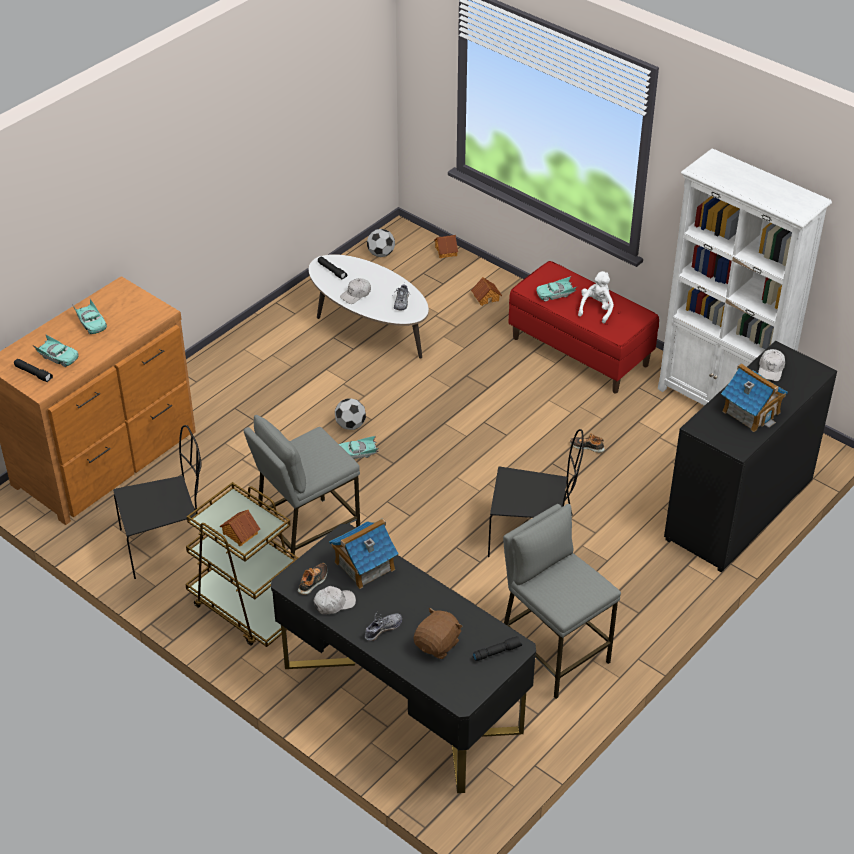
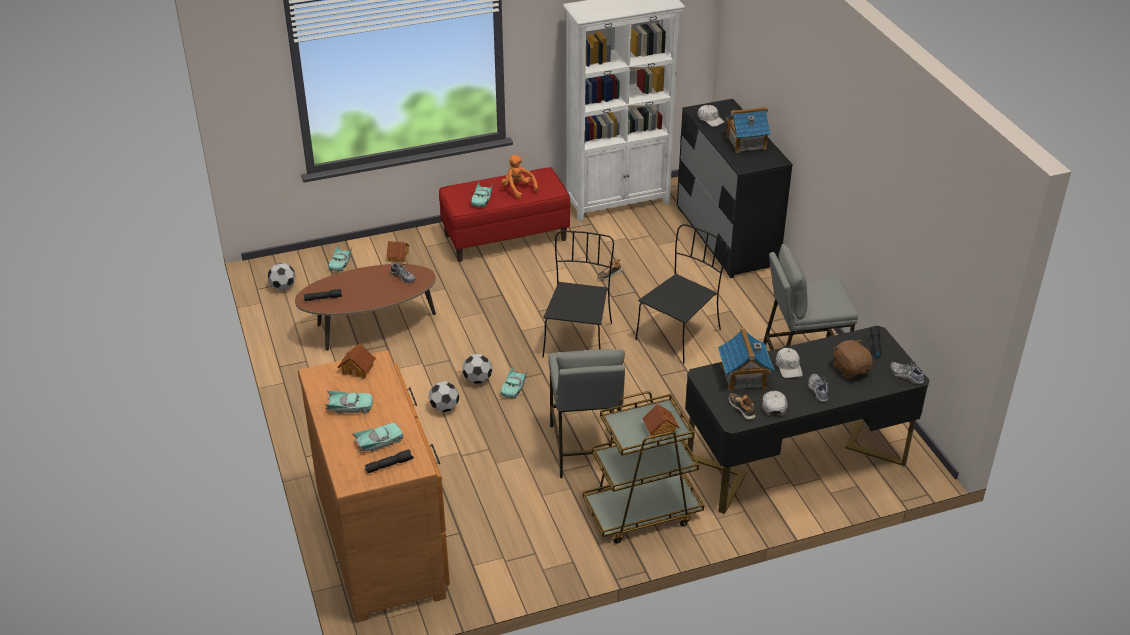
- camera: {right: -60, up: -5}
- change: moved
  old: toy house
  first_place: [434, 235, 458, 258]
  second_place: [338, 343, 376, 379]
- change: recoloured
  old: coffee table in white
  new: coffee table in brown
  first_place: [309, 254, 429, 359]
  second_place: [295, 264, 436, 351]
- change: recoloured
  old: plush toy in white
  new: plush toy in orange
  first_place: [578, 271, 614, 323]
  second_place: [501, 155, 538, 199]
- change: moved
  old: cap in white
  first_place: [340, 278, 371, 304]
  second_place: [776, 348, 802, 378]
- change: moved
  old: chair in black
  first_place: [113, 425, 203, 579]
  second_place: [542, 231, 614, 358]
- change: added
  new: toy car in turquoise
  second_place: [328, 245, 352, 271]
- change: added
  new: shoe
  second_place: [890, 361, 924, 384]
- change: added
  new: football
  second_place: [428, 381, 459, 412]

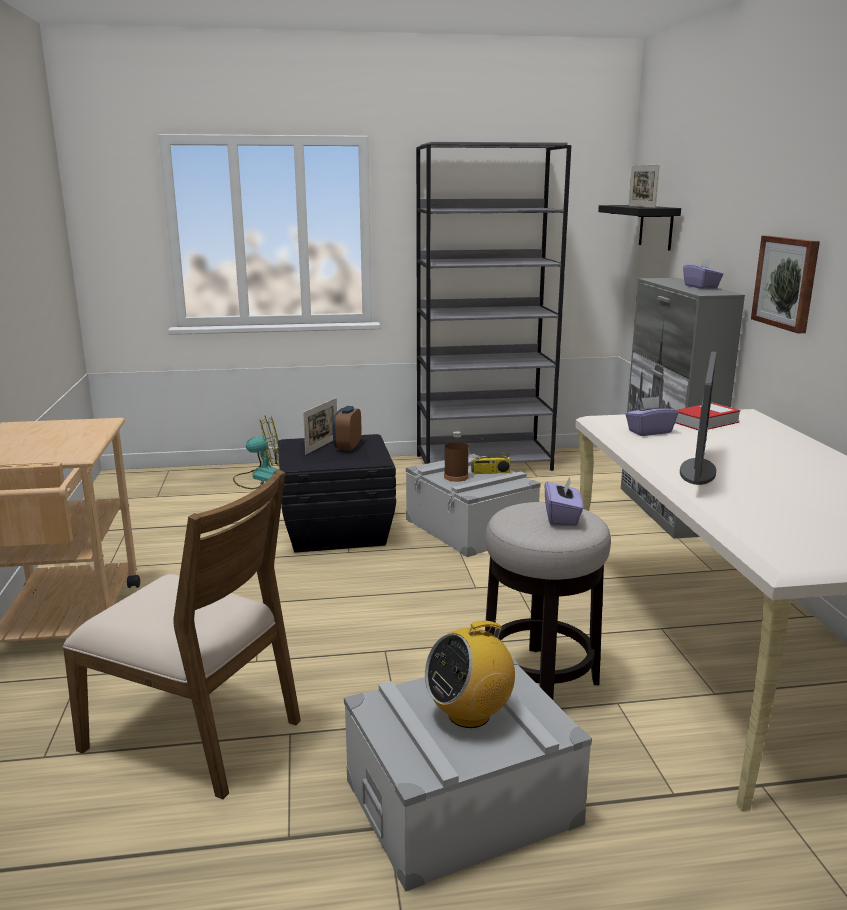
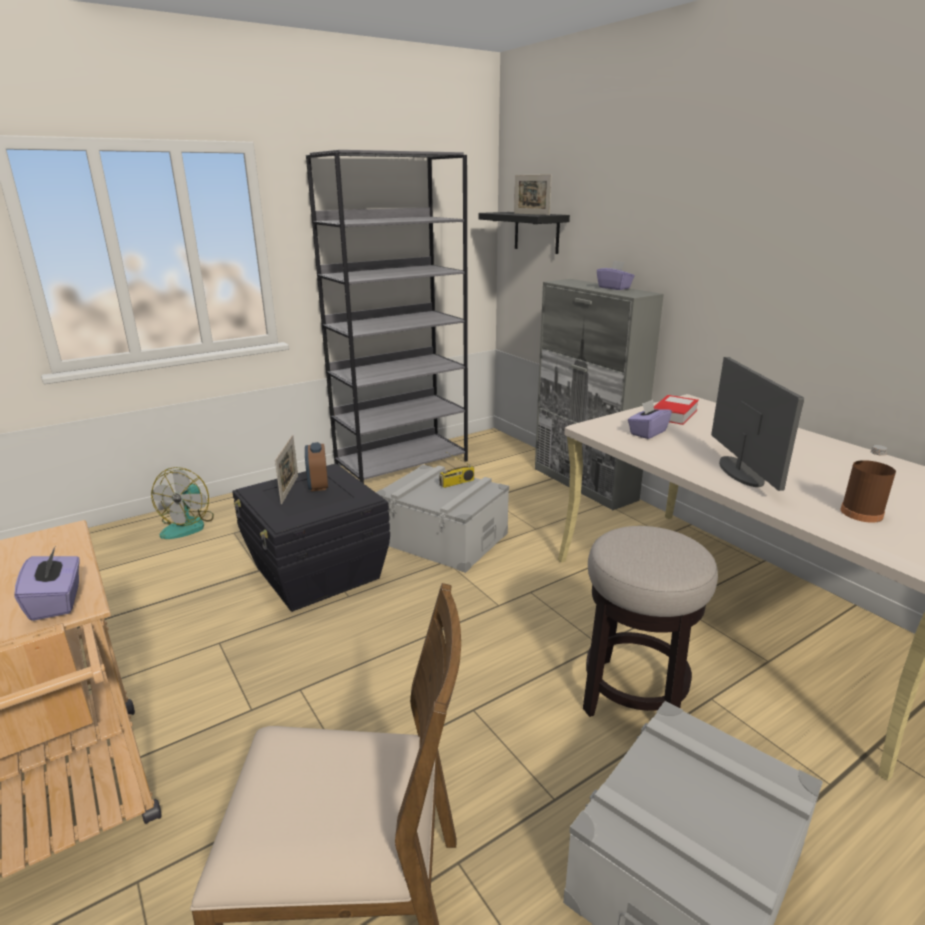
- camera: {right: -25, up: 5}
- change: removed
  old: picture
  first_place: [751, 236, 820, 333]
- change: turned
  old: fan
  first_place: [233, 415, 279, 489]
  second_place: [151, 467, 214, 539]
  degrees: 135
- change: moved
  old: bottle in brown
  first_place: [444, 431, 469, 482]
  second_place: [841, 445, 896, 523]
- change: moved
  old: tissue box in purple
  first_place: [545, 476, 583, 526]
  second_place: [15, 547, 79, 621]
- change: removed
  old: radio
  first_place: [425, 619, 515, 728]

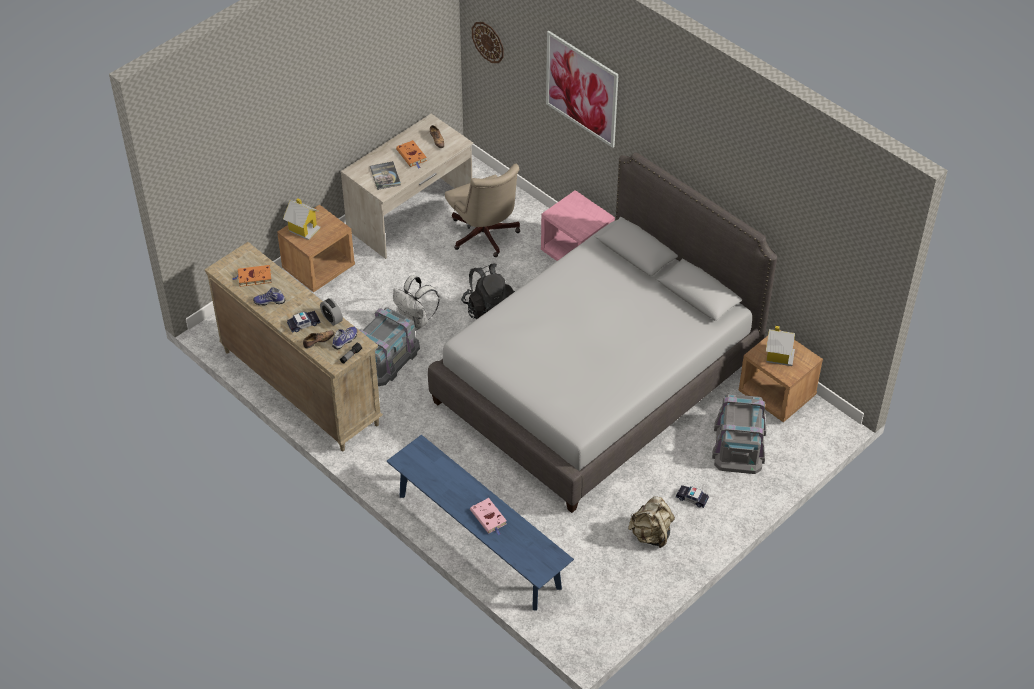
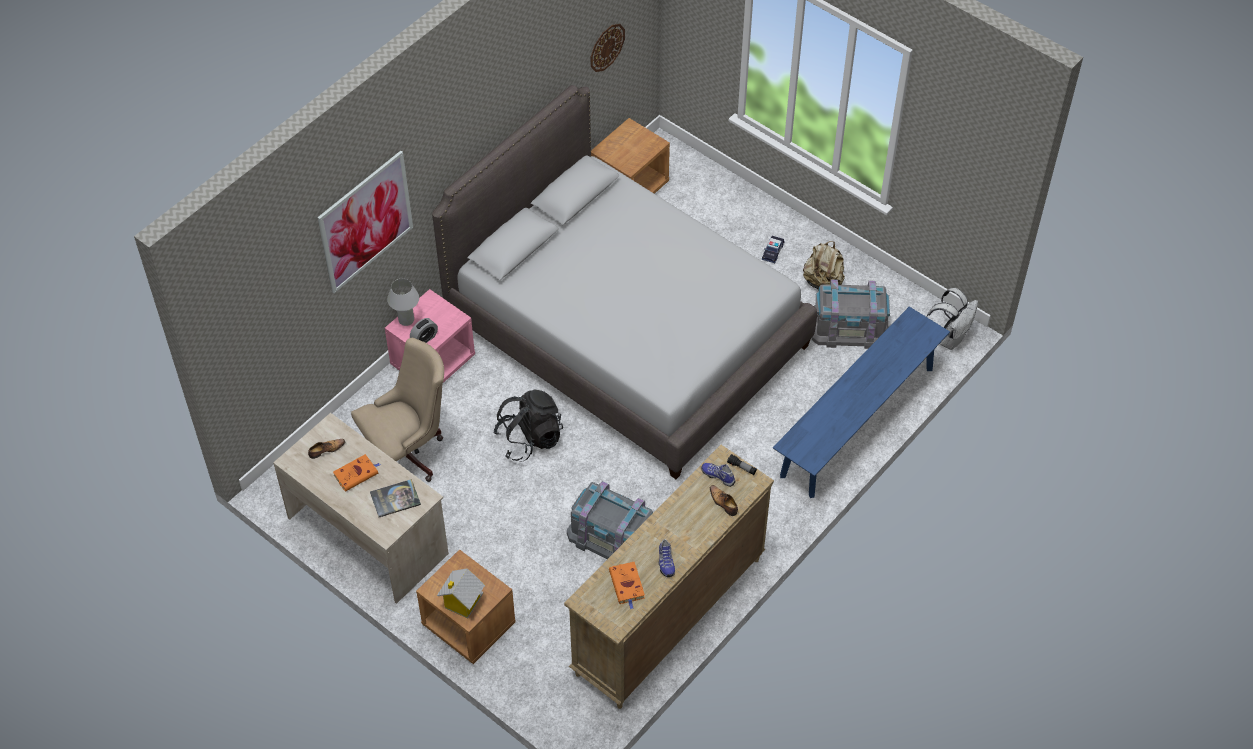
- camera: {right: -95, up: 5}
- change: moved
  old: wall clock
  first_place: [472, 22, 504, 63]
  second_place: [591, 24, 625, 72]
- change: moved
  old: backpack in white
  first_place: [393, 275, 440, 330]
  second_place: [927, 288, 978, 350]
- change: moved
  old: alarm clock
  first_place: [320, 298, 343, 326]
  second_place: [410, 318, 438, 343]
- change: removed
  old: toy car
  first_place: [287, 311, 321, 333]
- change: removed
  old: toy house
  first_place: [766, 326, 795, 366]
- change: moved
  old: storage box in grey
  first_place: [712, 394, 766, 474]
  second_place: [811, 280, 890, 349]
- change: removed
  old: book in pink
  first_place: [470, 498, 507, 535]
- change: added
  new: table lamp in white
  second_place: [387, 279, 419, 326]

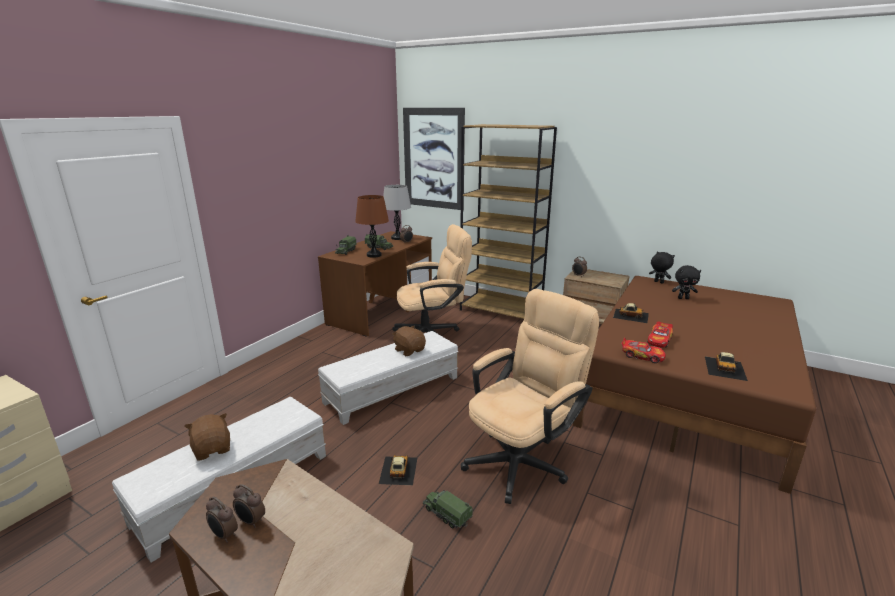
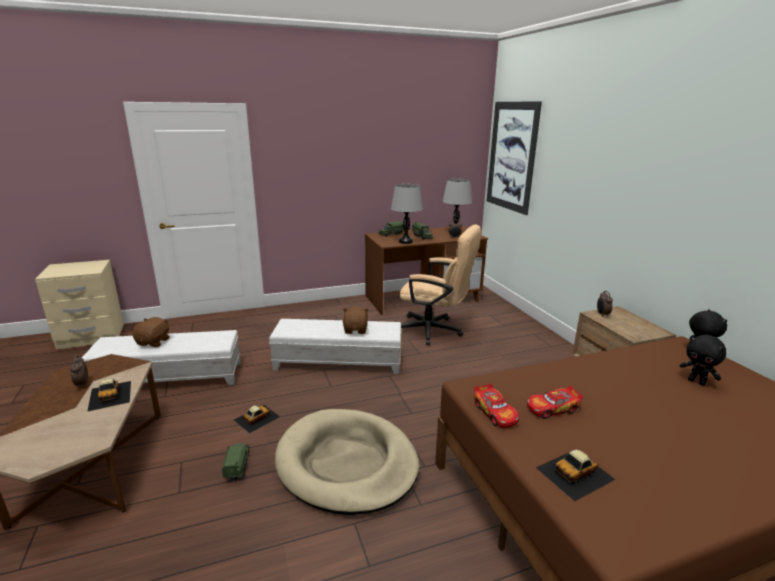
- camera: {right: 40, up: 0}
- change: removed
  old: bookcase in brown
  first_place: [460, 124, 557, 319]
- change: recoloured
  old: table lamp in brown
  new: table lamp in grey
  first_place: [355, 195, 389, 258]
  second_place: [391, 184, 423, 244]
- change: replaced
  old: office chair in beige
  new: dog bed in beige
  first_place: [461, 289, 599, 504]
  second_place: [275, 409, 419, 515]
- change: moved
  old: toy car
  first_place: [613, 303, 649, 323]
  second_place: [87, 378, 131, 412]
- change: removed
  old: alarm clock
  first_place: [206, 497, 238, 543]

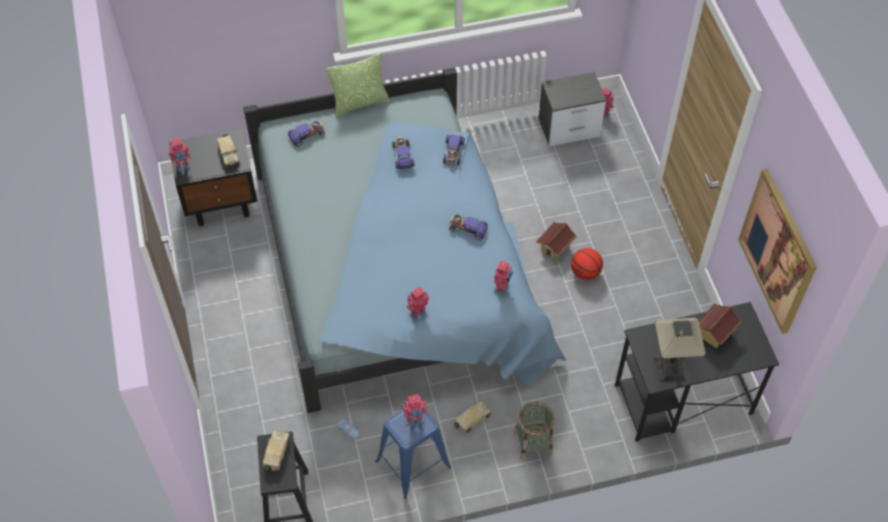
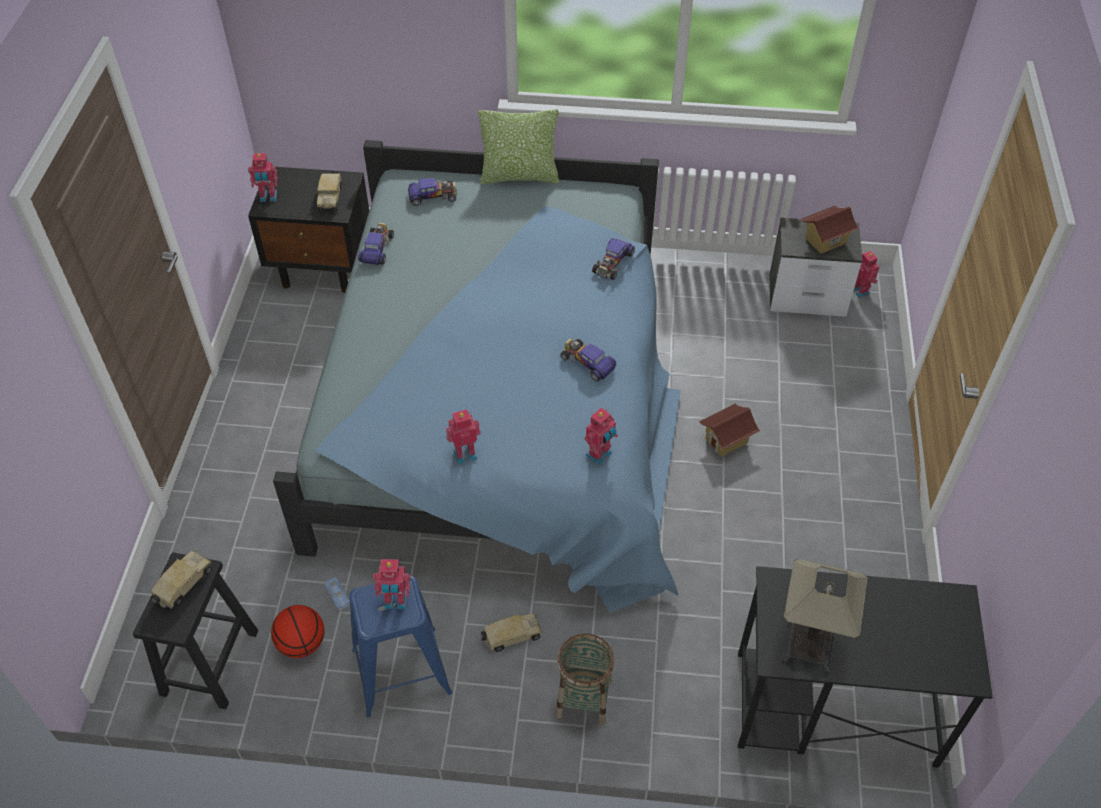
- camera: {right: 20, up: -5}
- change: moved
  old: toy car
  first_place: [392, 137, 415, 169]
  second_place: [358, 223, 394, 265]
- change: removed
  old: picture
  first_place: [738, 169, 817, 334]
- change: moved
  old: basketball
  first_place: [571, 248, 603, 280]
  second_place: [271, 605, 324, 658]
- change: moved
  old: toy house
  first_place: [699, 303, 742, 348]
  second_place: [801, 205, 860, 254]

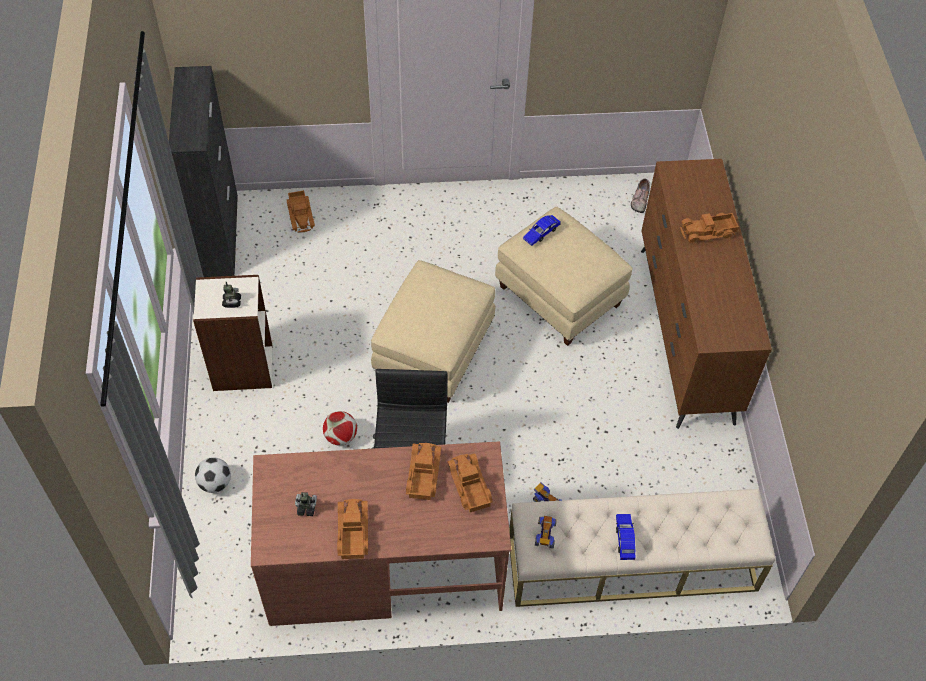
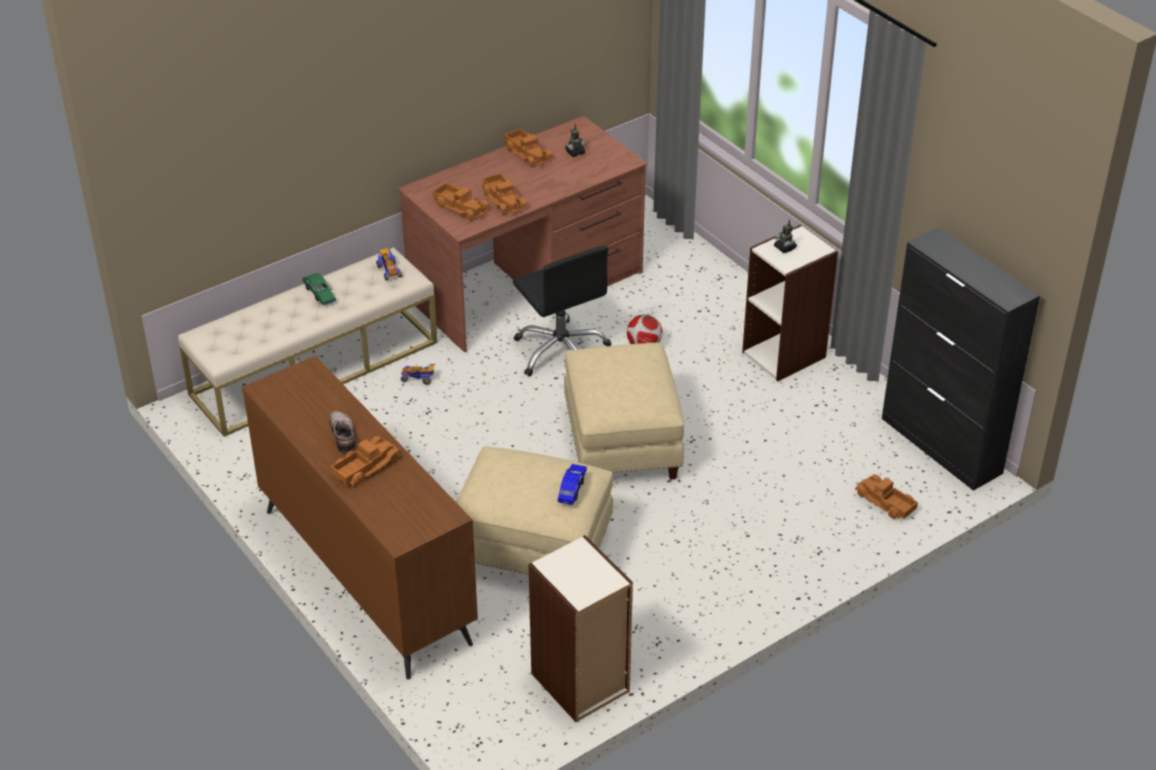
- camera: {right: 150, up: -15}
- change: moved
  old: shoe
  first_place: [631, 178, 650, 213]
  second_place: [329, 411, 355, 452]
- change: removed
  old: football
  first_place: [195, 457, 231, 493]
- change: recoloured
  old: toy car in blue
  new: toy car in green
  first_place: [616, 514, 635, 560]
  second_place: [302, 273, 336, 305]
- change: added
  new: bookcase
  second_place: [529, 535, 633, 722]

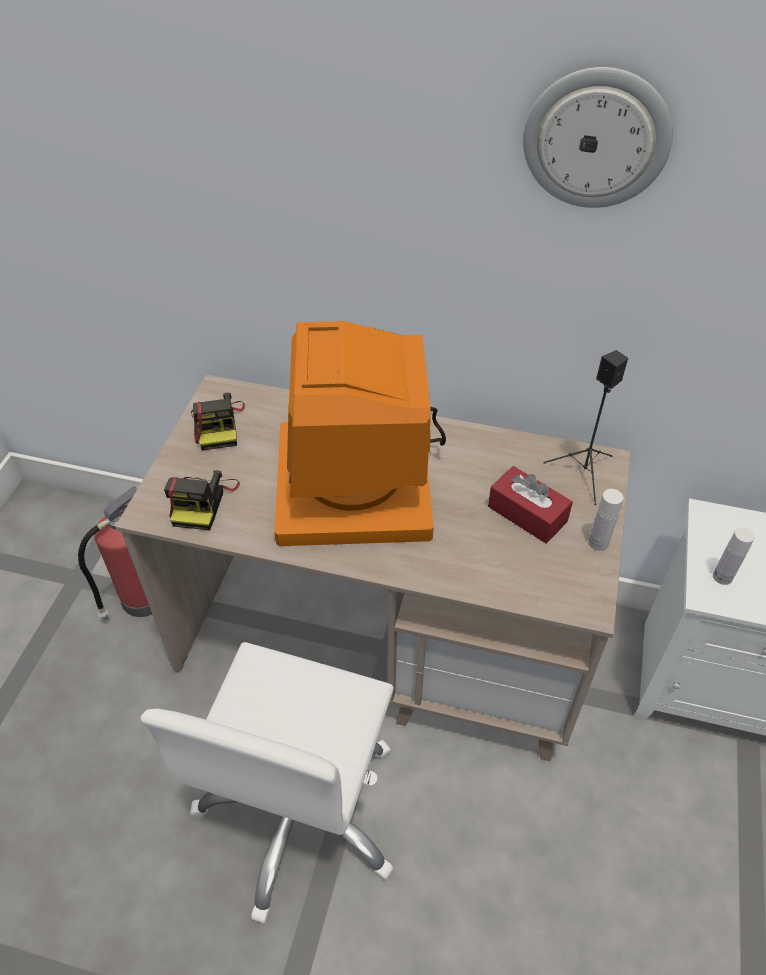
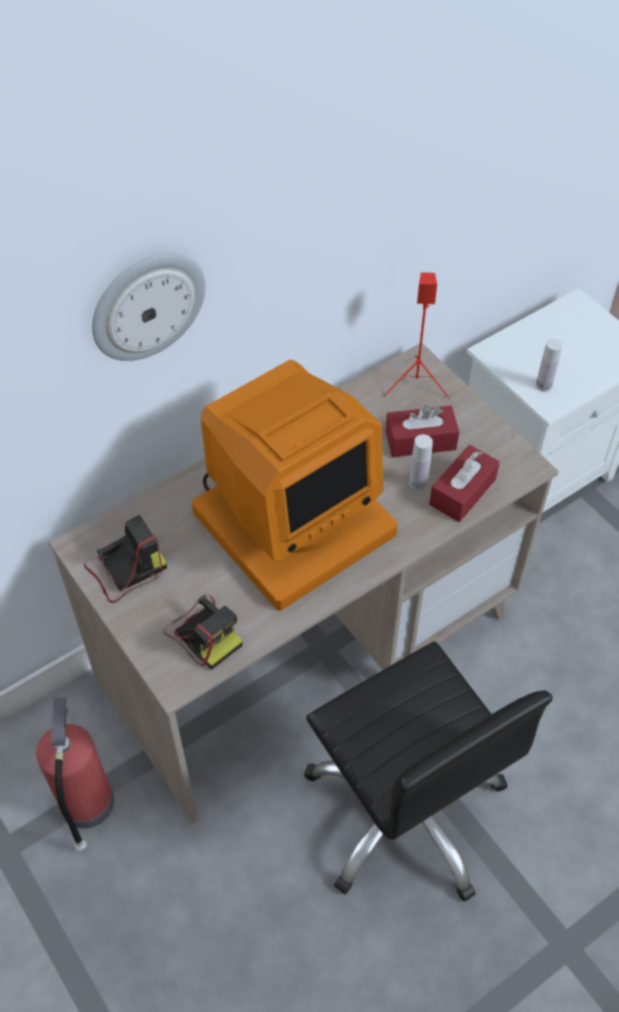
- camera: {right: -50, up: 5}
- change: moved
  old: wall clock
  first_place: [523, 67, 673, 208]
  second_place: [92, 253, 205, 361]
- change: turned
  old: monitor
  first_place: [274, 321, 446, 546]
  second_place: [192, 360, 398, 611]
  degrees: -75
- change: recoloured
  old: speaker in black
  new: speaker in red
  first_place: [544, 350, 628, 505]
  second_place: [383, 272, 450, 399]
- change: turned
  old: photo camera
  first_place: [191, 393, 245, 450]
  second_place: [84, 515, 167, 603]
  degrees: -60
- change: moved
  old: bottle in white
  first_place: [588, 489, 623, 551]
  second_place: [409, 434, 433, 491]
- change: recoloured
  old: office chair in white
  new: office chair in black
  first_place: [140, 642, 394, 923]
  second_place: [304, 642, 553, 901]
- change: added
  new: tissue box in red
  second_place: [429, 445, 500, 522]

